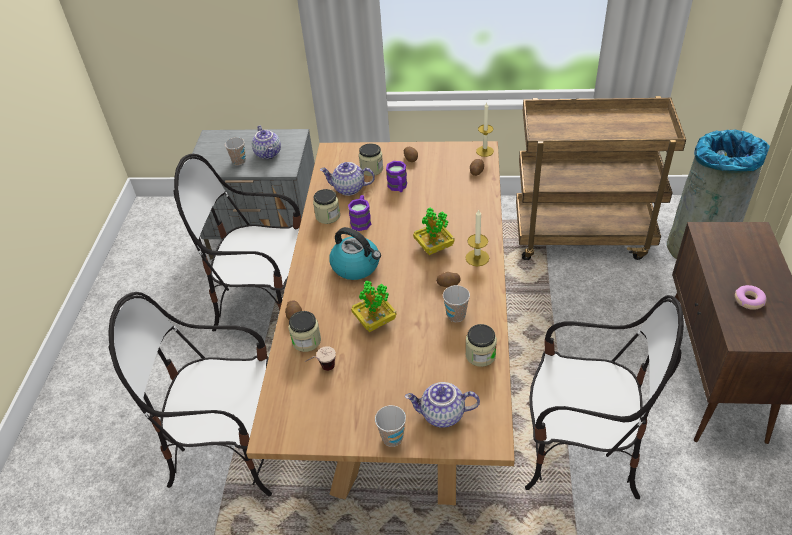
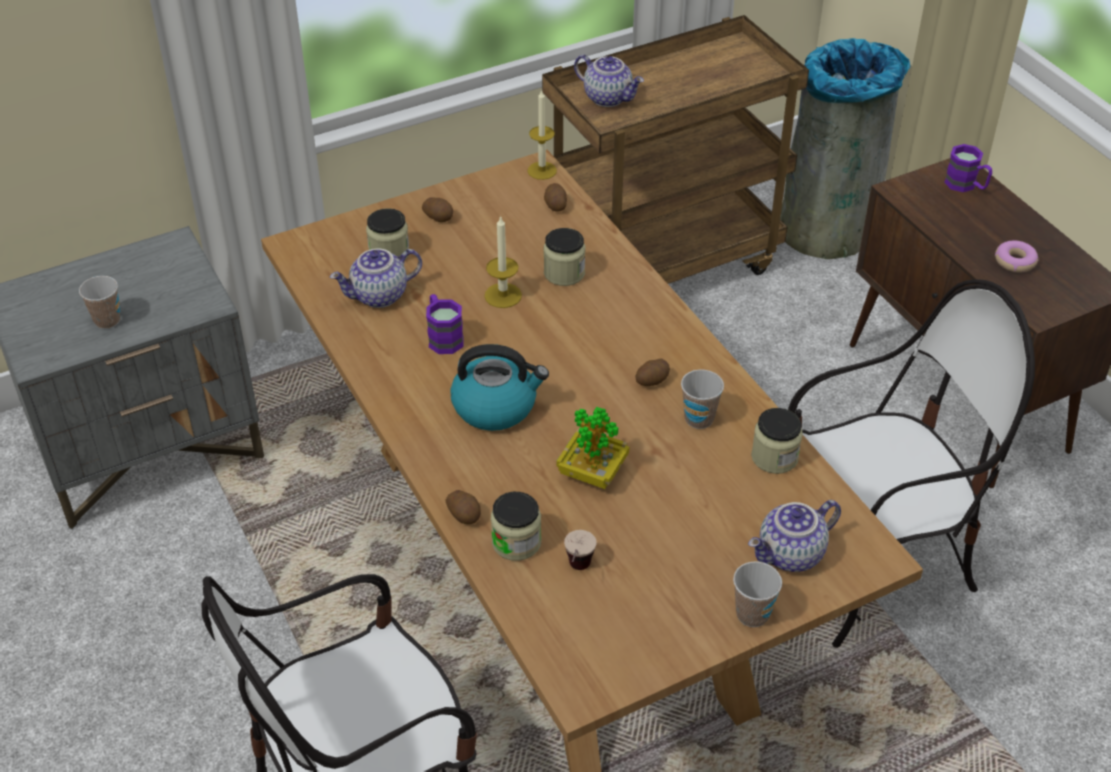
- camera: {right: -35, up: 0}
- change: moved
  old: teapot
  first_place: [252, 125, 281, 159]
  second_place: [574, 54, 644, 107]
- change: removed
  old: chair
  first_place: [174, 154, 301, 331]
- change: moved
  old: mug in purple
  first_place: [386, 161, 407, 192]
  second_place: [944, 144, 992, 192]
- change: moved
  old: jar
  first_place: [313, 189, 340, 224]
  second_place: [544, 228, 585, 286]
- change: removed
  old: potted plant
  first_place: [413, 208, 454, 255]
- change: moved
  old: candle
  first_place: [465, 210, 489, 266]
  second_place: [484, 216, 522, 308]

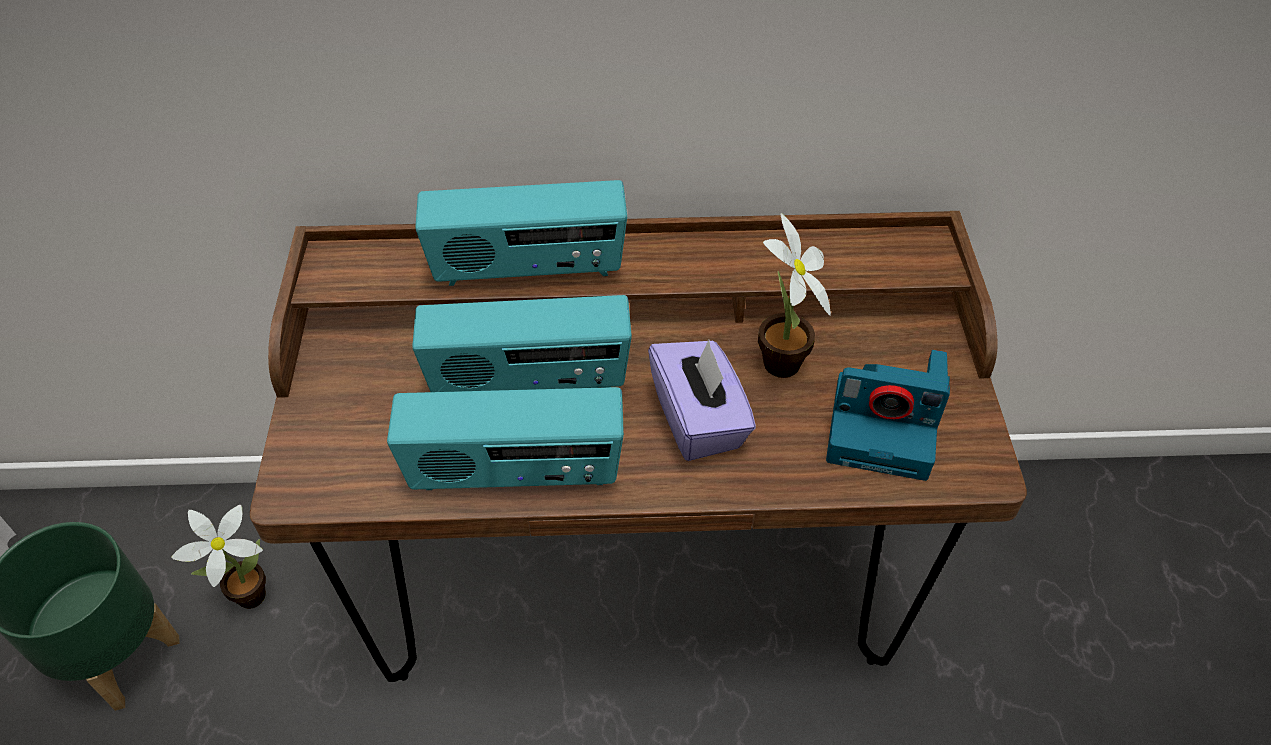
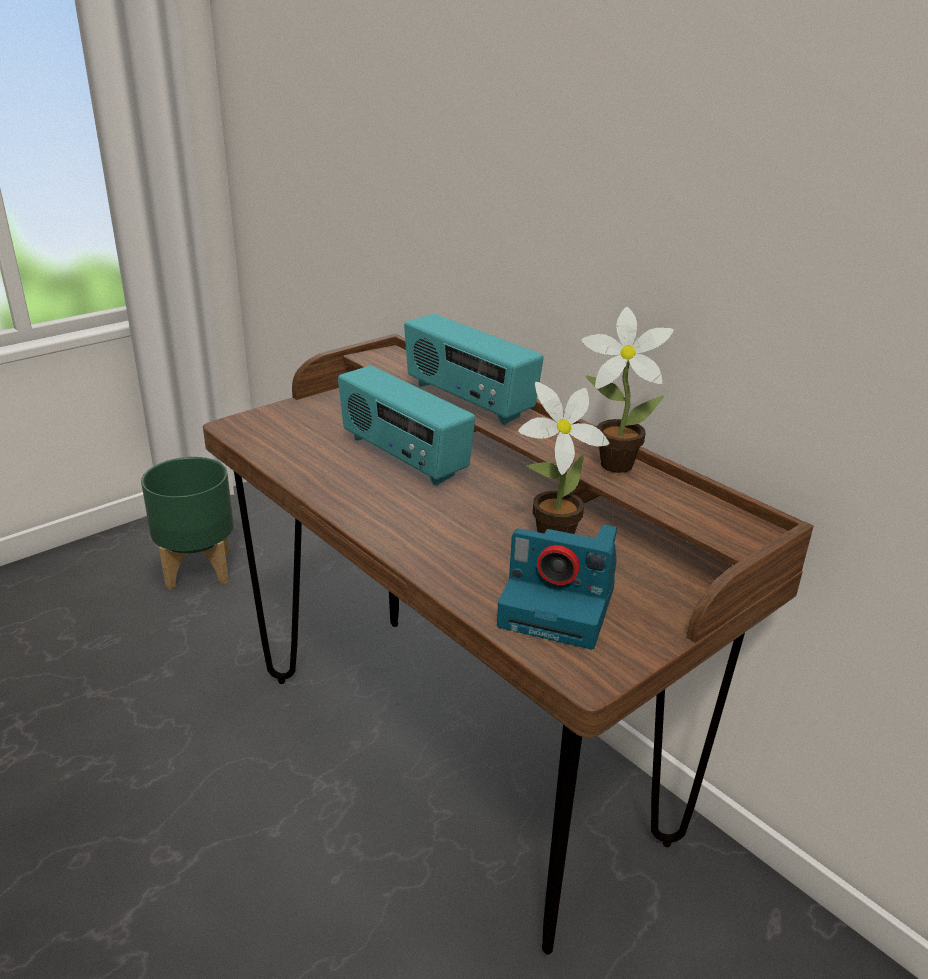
- camera: {right: 50, up: -20}
- change: removed
  old: tissue box in purple
  first_place: [648, 340, 756, 461]
- change: turned
  old: photo camera
  first_place: [826, 350, 950, 481]
  second_place: [497, 525, 617, 649]
  degrees: -45
- change: removed
  old: radio
  first_place: [387, 387, 624, 490]
- change: moved
  old: potted plant
  first_place: [171, 505, 266, 609]
  second_place: [581, 307, 674, 473]

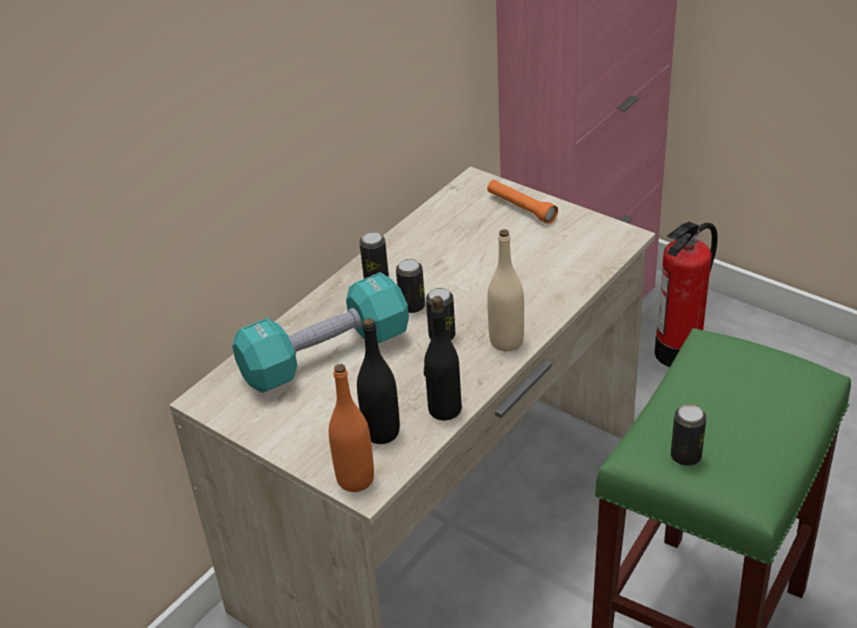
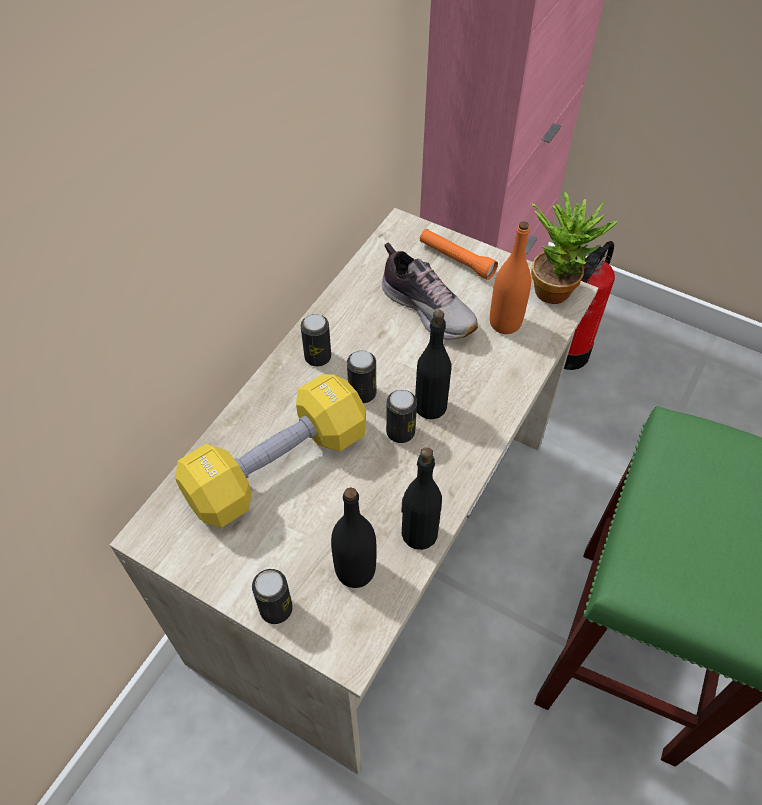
- camera: {right: -10, up: 15}
- change: removed
  old: bottle in beige
  first_place: [487, 229, 524, 351]
- change: recoloured
  old: dumbbell in turquoise
  new: dumbbell in yellow
  first_place: [232, 272, 409, 393]
  second_place: [175, 374, 366, 528]
- change: moved
  old: bottle in orange
  first_place: [329, 364, 374, 492]
  second_place: [490, 221, 531, 334]
- change: moved
  old: can
  first_place: [671, 404, 707, 466]
  second_place: [252, 569, 293, 624]
- change: added
  new: potted plant
  second_place: [531, 192, 618, 304]
- change: added
  new: shoe
  second_place: [382, 243, 478, 340]
- change: added
  new: bottle in black
  second_place: [415, 310, 451, 419]

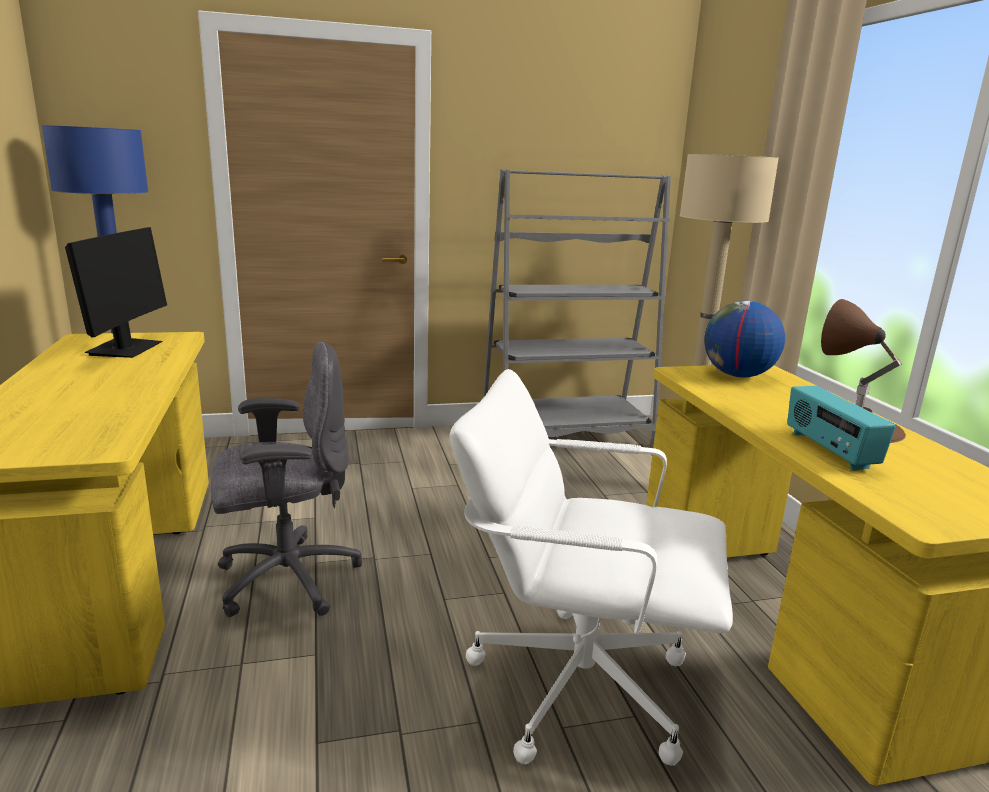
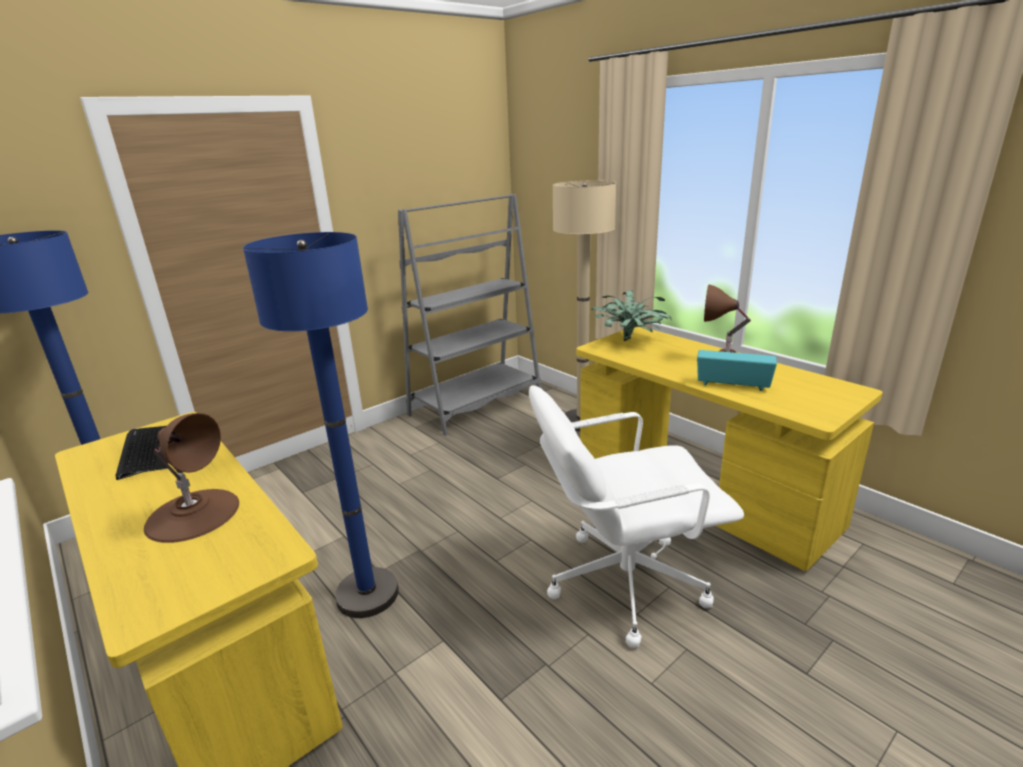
- camera: {right: -25, up: 5}
- change: replaced
  old: monitor
  new: keyboard
  first_place: [65, 227, 167, 358]
  second_place: [116, 426, 168, 480]
- change: replaced
  old: globe
  new: potted plant
  first_place: [704, 301, 785, 377]
  second_place: [591, 290, 671, 341]
- change: replaced
  old: office chair in grey
  new: floor lamp in blue
  first_place: [211, 342, 362, 617]
  second_place: [243, 232, 399, 618]
- change: turned
  old: radio
  first_place: [787, 386, 896, 471]
  second_place: [697, 350, 777, 391]
  degrees: 150
- change: added
  new: table lamp in brown
  second_place: [144, 413, 239, 543]

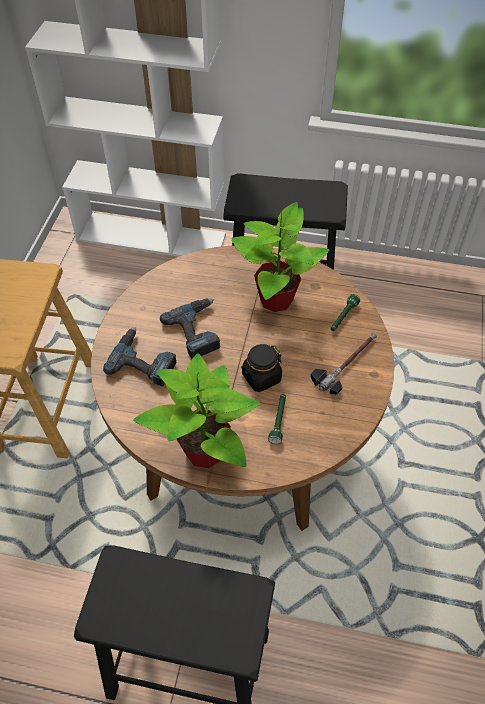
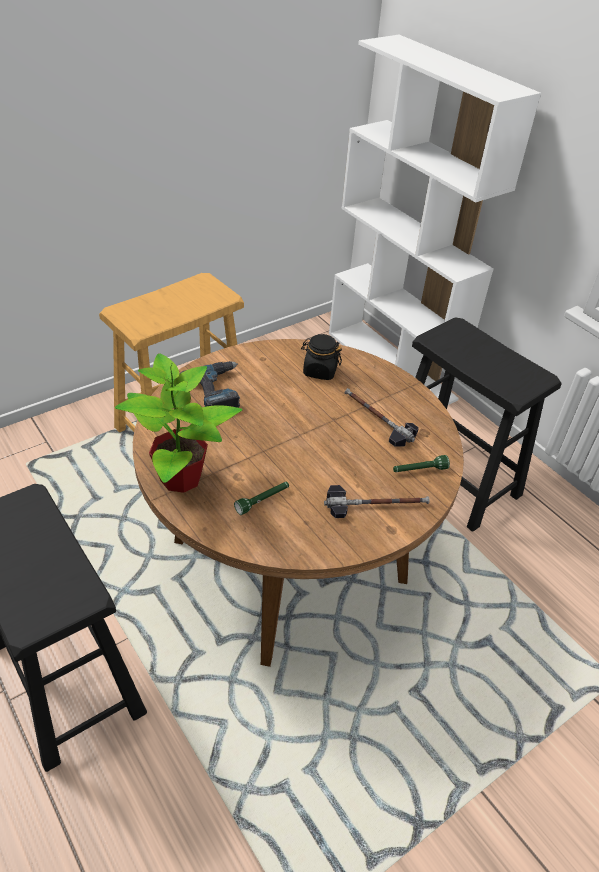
- camera: {right: 40, up: -10}
- change: replaced
  old: potted plant
  new: hammer
  first_place: [232, 202, 329, 312]
  second_place: [345, 388, 419, 446]
- change: removed
  old: power drill
  first_place: [160, 298, 221, 359]
- change: moved
  old: jar in black
  first_place: [241, 344, 282, 392]
  second_place: [301, 334, 342, 380]

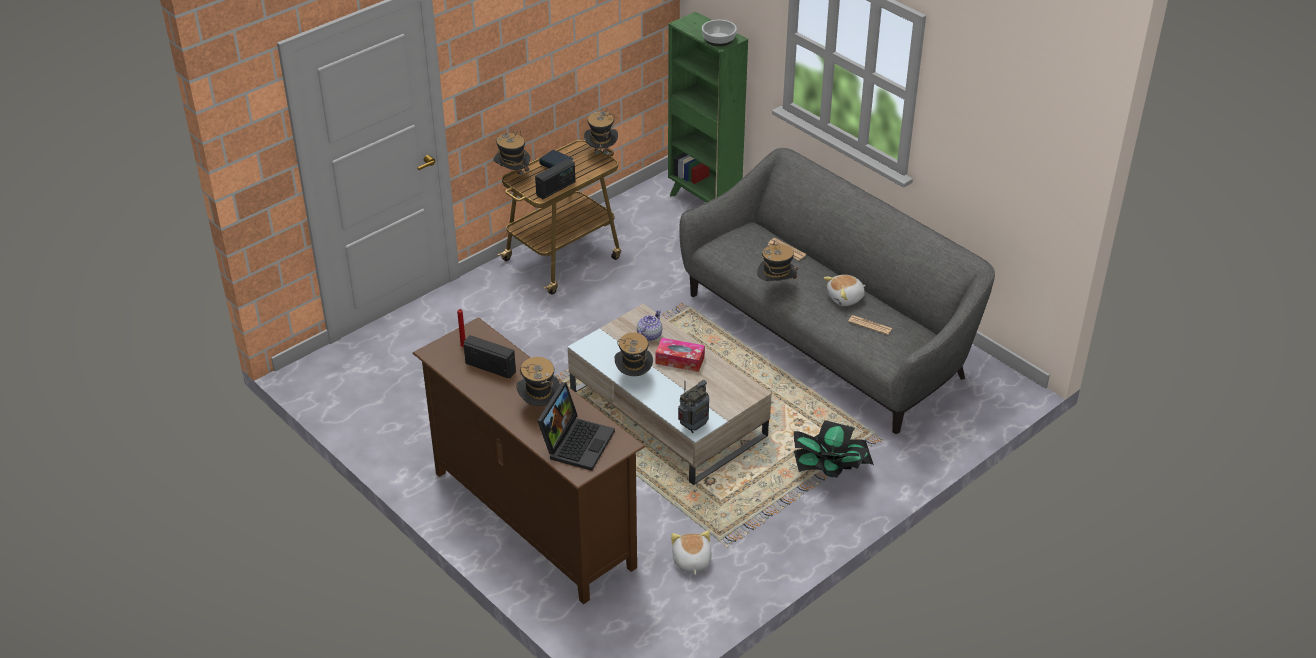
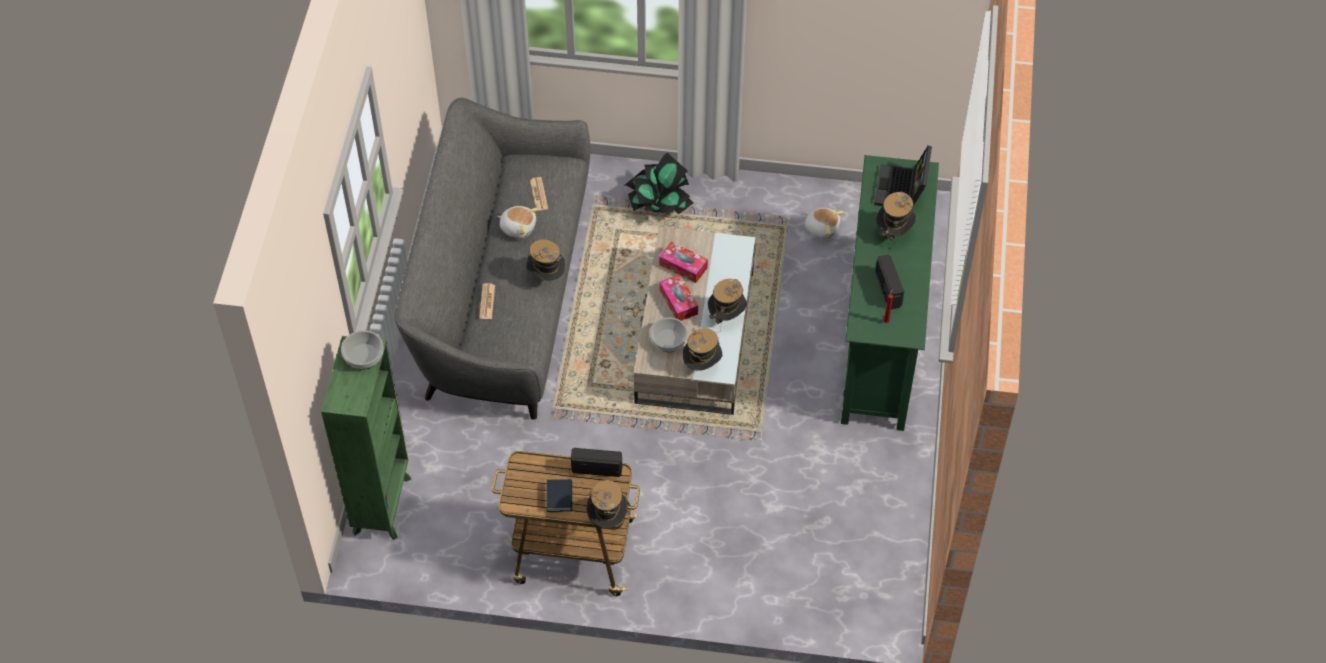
- camera: {right: -130, up: 15}
- change: moved
  old: hat
  first_place: [584, 111, 618, 154]
  second_place: [683, 328, 722, 371]
- change: replaced
  old: teapot
  new: bowl
  first_place: [637, 309, 662, 341]
  second_place: [650, 317, 688, 352]
- change: recoloured
  old: tv stand in brown
  new: tv stand in green
  first_place: [412, 317, 645, 604]
  second_place: [841, 155, 939, 431]
- change: removed
  old: radio
  first_place: [678, 380, 709, 433]
- change: turned
  old: laptop
  first_place: [537, 382, 615, 471]
  second_place: [874, 145, 932, 206]
  degrees: -60
- change: turned
  old: plush toy
  first_place: [671, 530, 712, 575]
  second_place: [803, 208, 844, 239]
  degrees: -105
- change: added
  new: tissue box
  second_place: [660, 241, 708, 283]

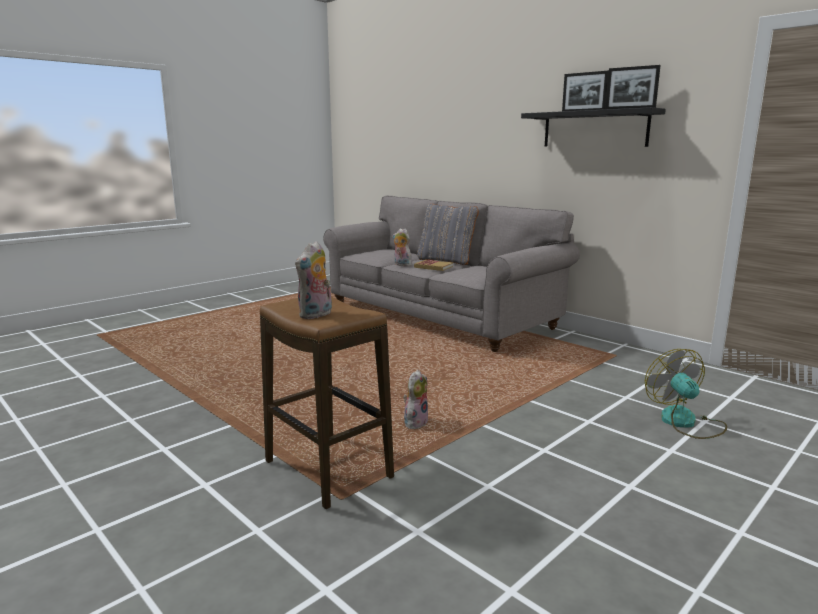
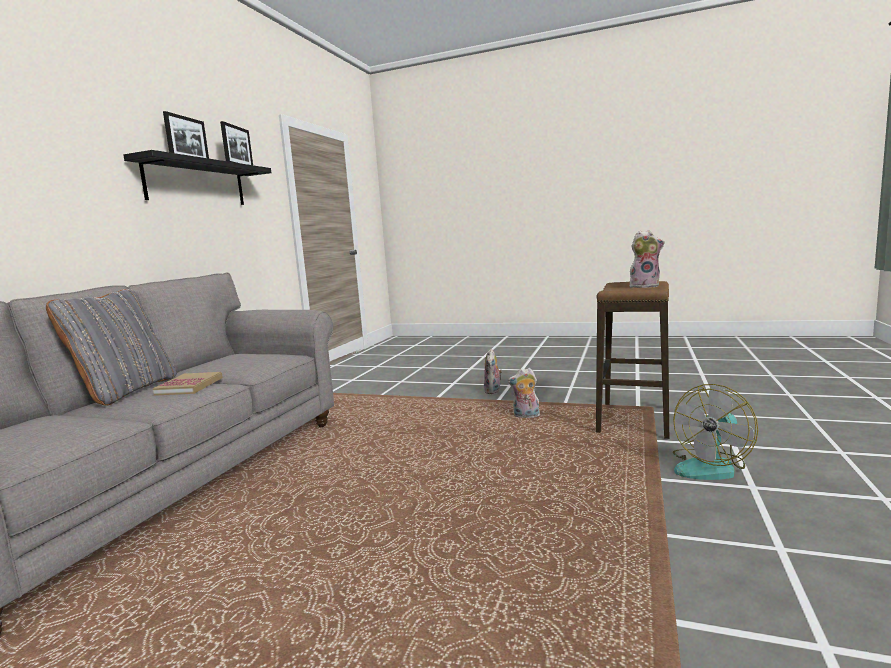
- camera: {right: -115, up: -5}
- change: moved
  old: plush toy
  first_place: [392, 228, 412, 267]
  second_place: [484, 349, 502, 394]
- change: moved
  old: fan
  first_place: [645, 349, 727, 439]
  second_place: [673, 384, 758, 480]

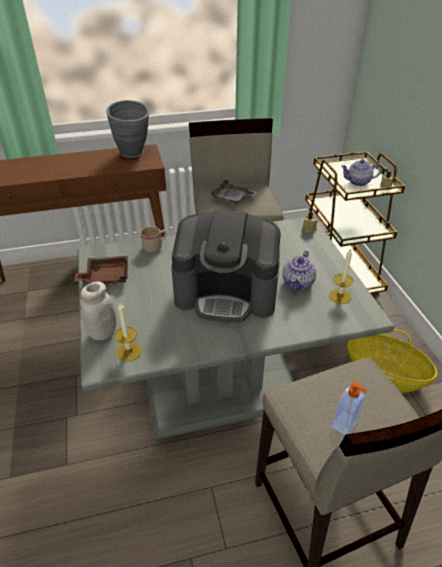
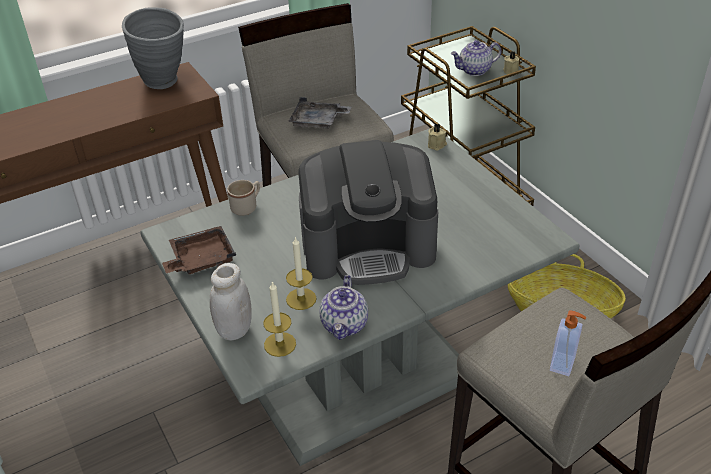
- camera: {right: -15, up: 0}
- change: moved
  old: candle
  first_place: [329, 248, 353, 304]
  second_place: [286, 236, 317, 310]
- change: moved
  old: teapot
  first_place: [283, 250, 316, 290]
  second_place: [319, 275, 368, 340]

